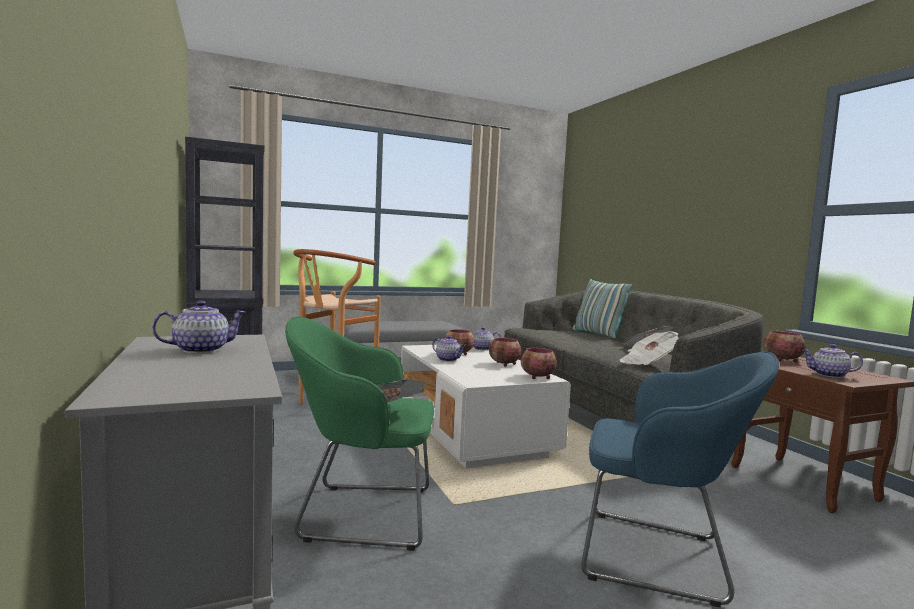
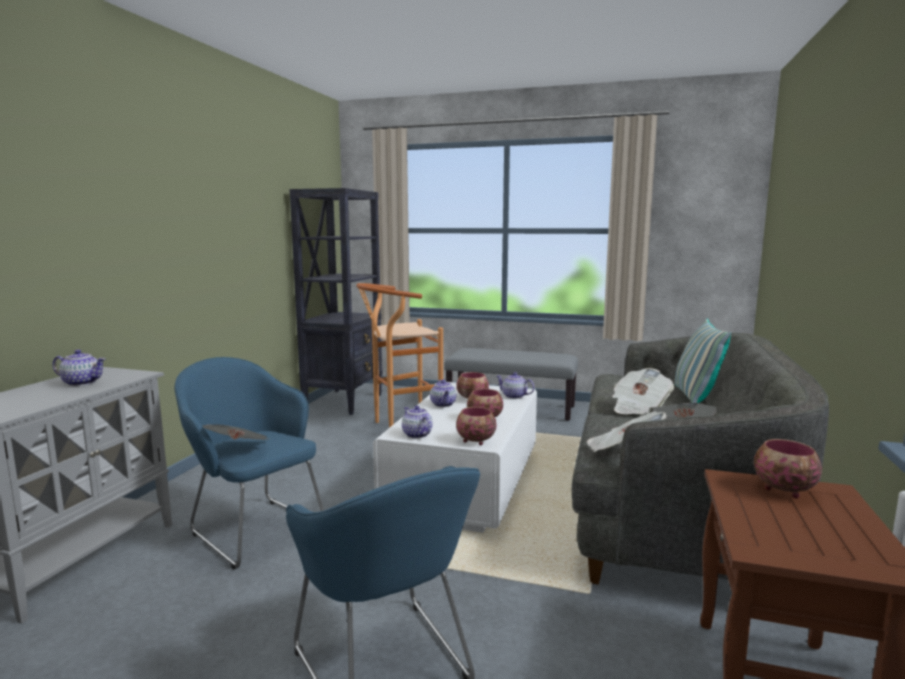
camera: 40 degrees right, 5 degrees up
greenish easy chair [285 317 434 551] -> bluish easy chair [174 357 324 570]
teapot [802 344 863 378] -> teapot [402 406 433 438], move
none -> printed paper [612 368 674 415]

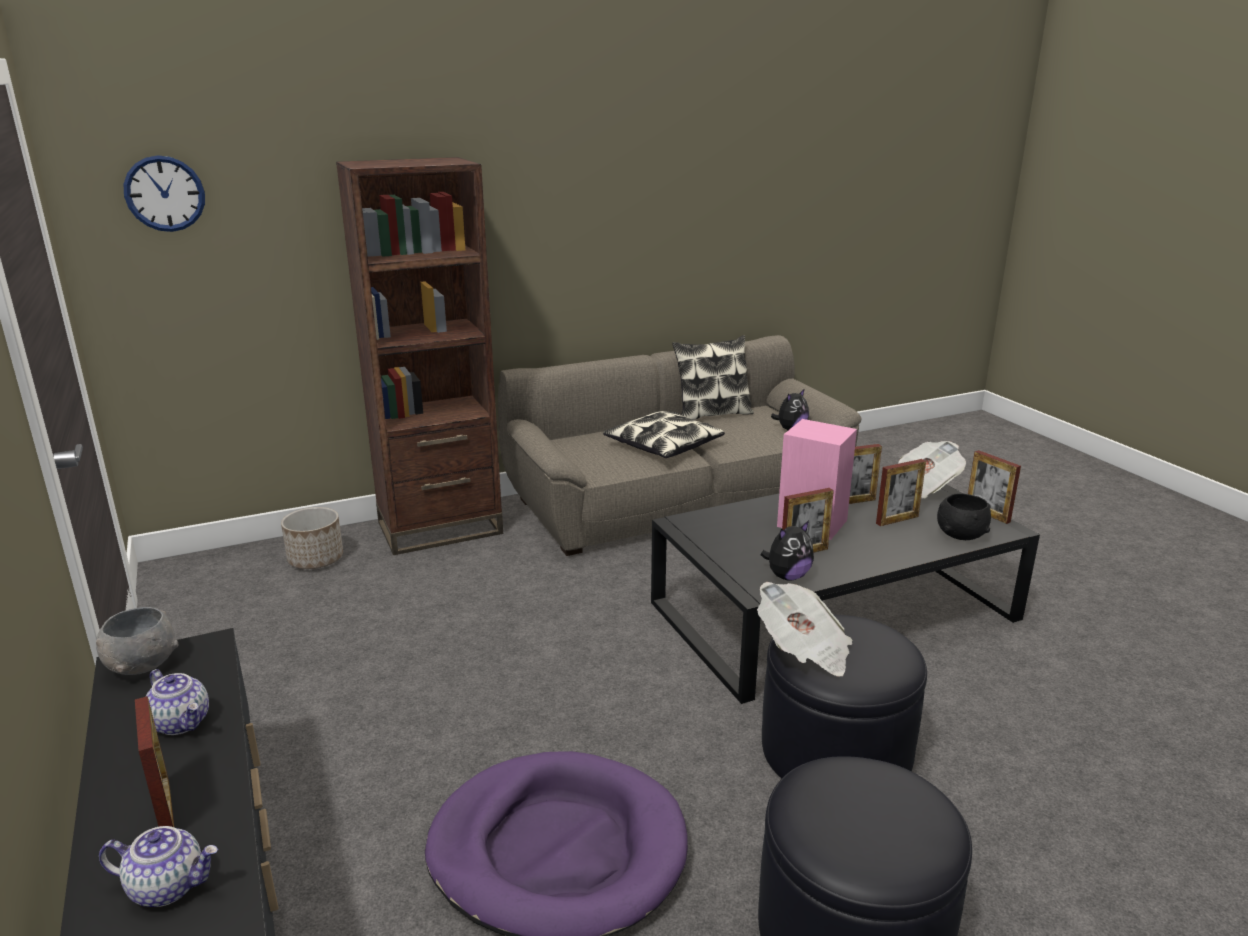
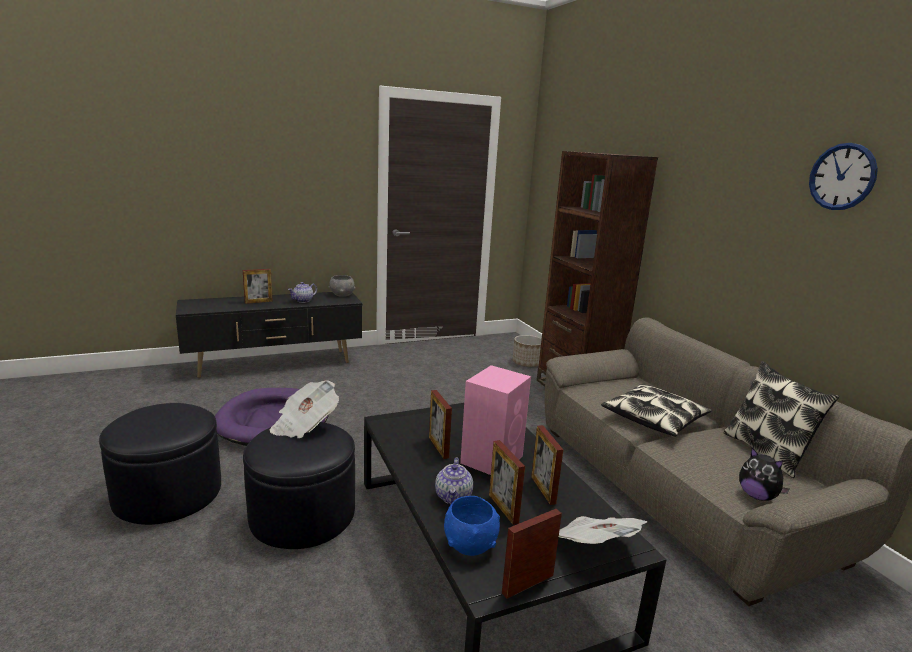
camera: 90 degrees right, 5 degrees down
clock on the wall [124 155 205 232] -> clock on the wall [809 143 878 210], move
black-coloured serving bowl [937 493 991 540] -> bluish serving bowl [444 496 500 556]
plush toy [761 521 814 581] -> none
teapot [99 826 218 907] -> teapot [435 458 473 505], move

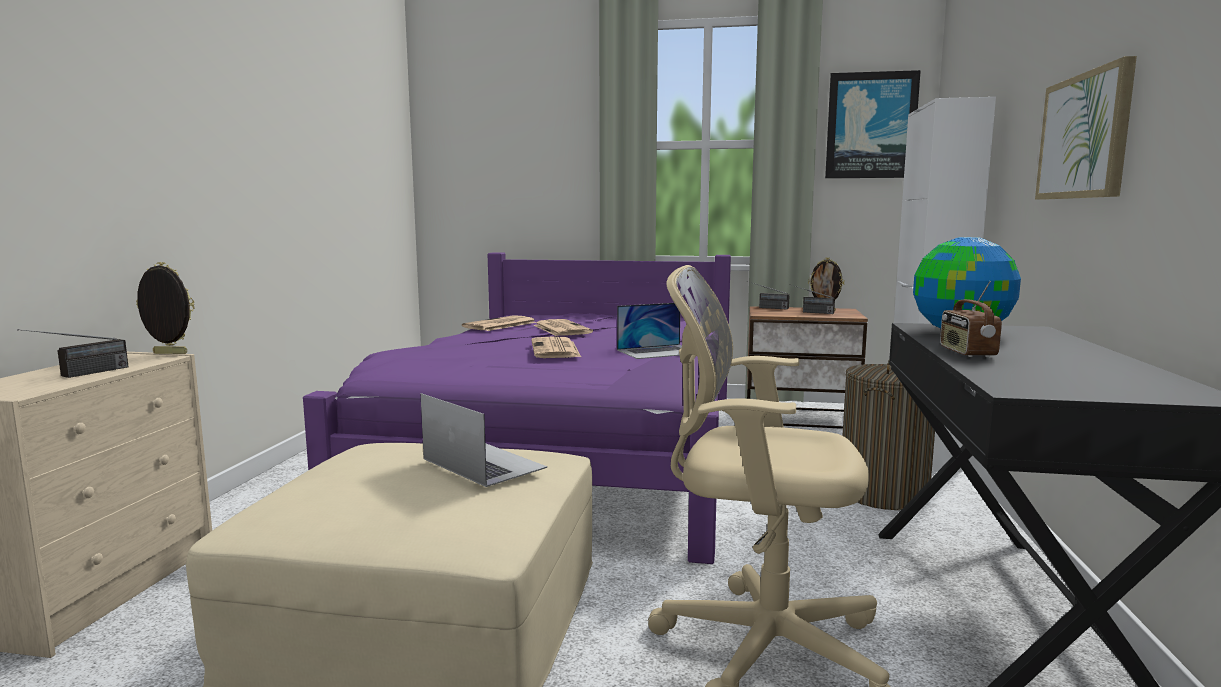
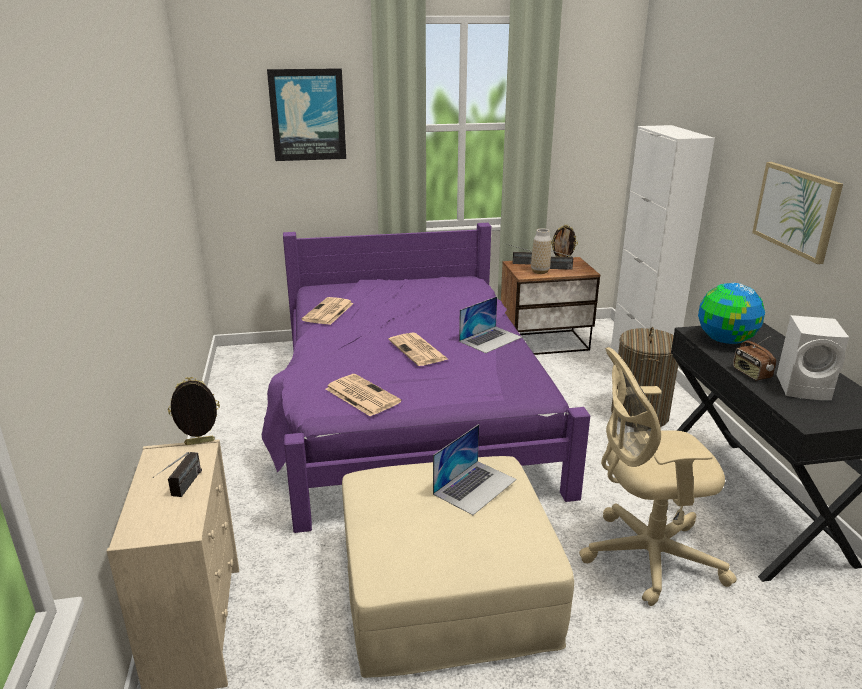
camera: 20 degrees left, 15 degrees up
wall picture [825 70 921 178] -> wall picture [267 68 346 161], move
printed paper [534 319 593 336] -> printed paper [326 374 401 417], move
laptop [420 393 547 487] -> laptop [433 424 517 515], 105 degrees clockwise
none -> flower vase [531 228 551 274]
none -> white speaker [777 315 849 400]

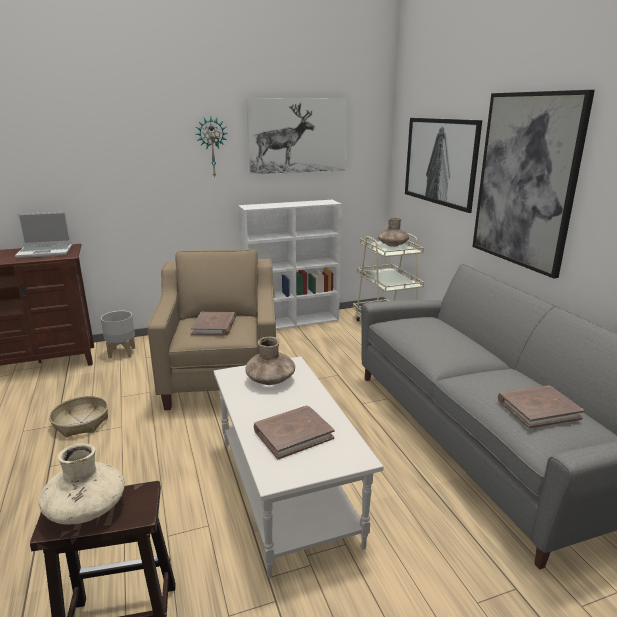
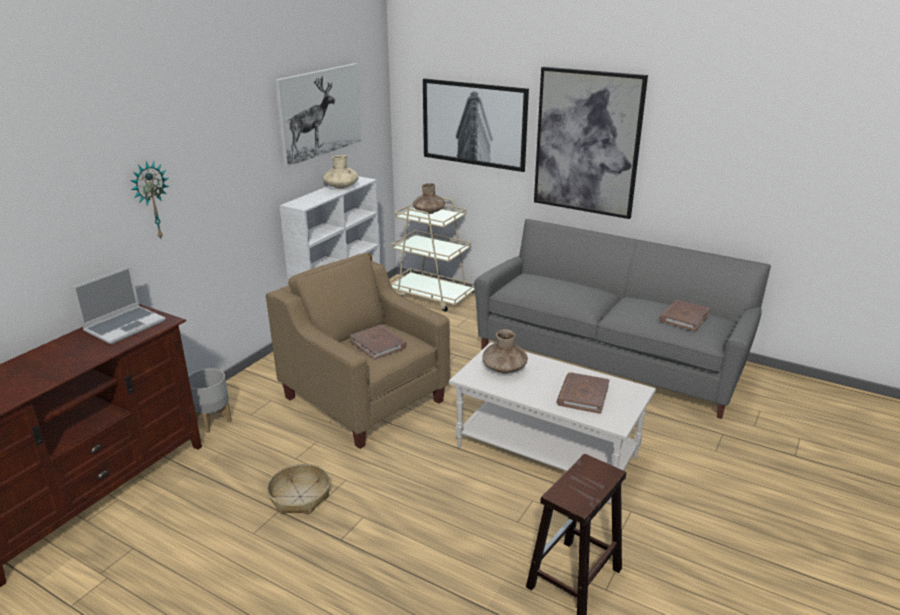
camera: 40 degrees left, 5 degrees up
clock on the wall [196 117 228 177] -> clock on the wall [130 161 169 238], move
beige-coloured flower vase [39 444 125 525] -> beige-coloured flower vase [323 155 359 189], move

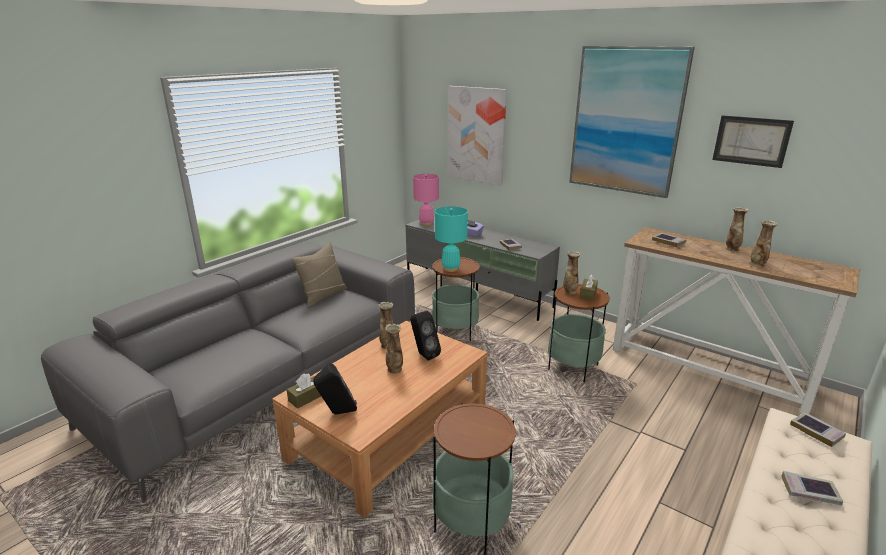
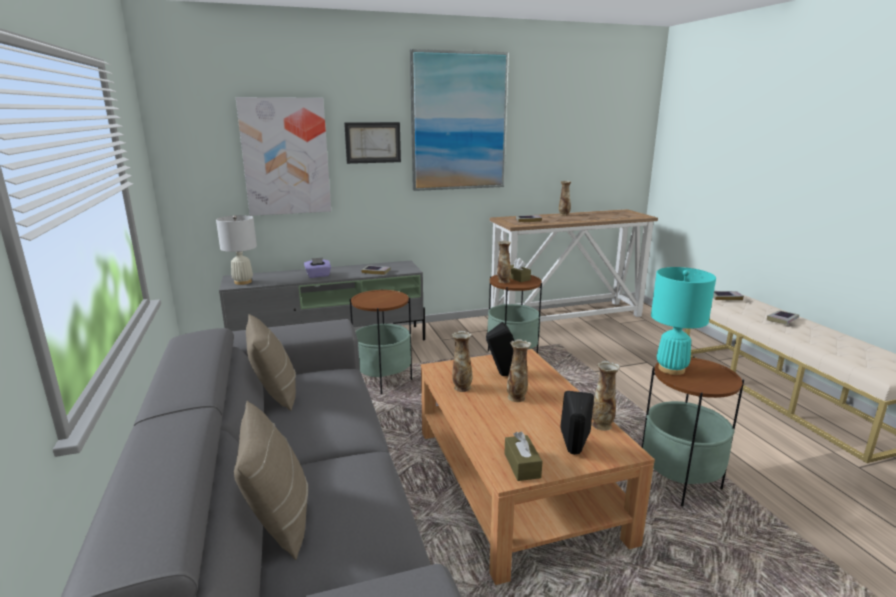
camera: 55 degrees left, 5 degrees down
wall picture [712 115 794 168] -> wall picture [344 122 401 164], move
pink table lamp [413 174 439 226] -> white table lamp [216 215 257 285]
blue-green table lamp [435 206 468 272] -> blue-green table lamp [651 267 716 375], move
flower vase [750 220 778 268] -> flower vase [592 361 620 431], move
none -> beige-coloured pillow [234 401 308 560]

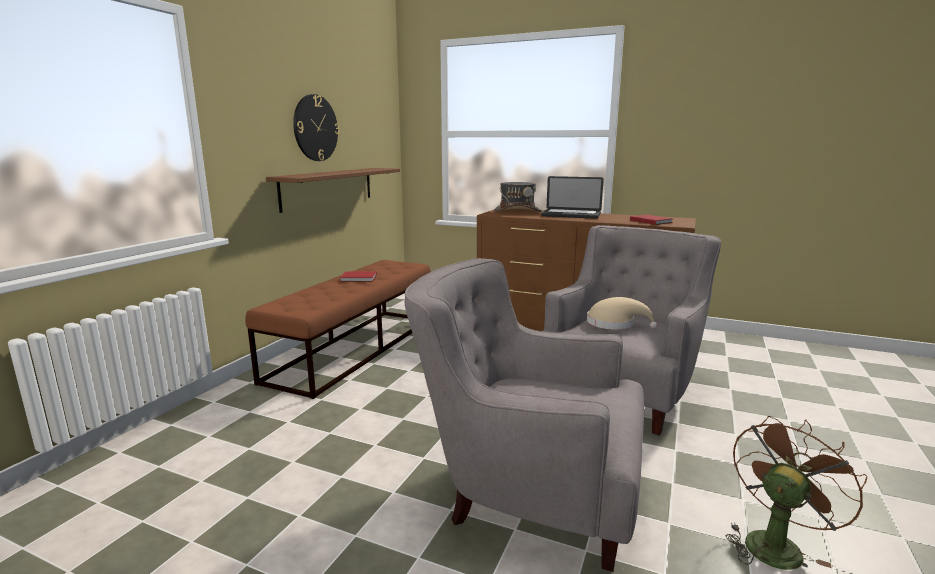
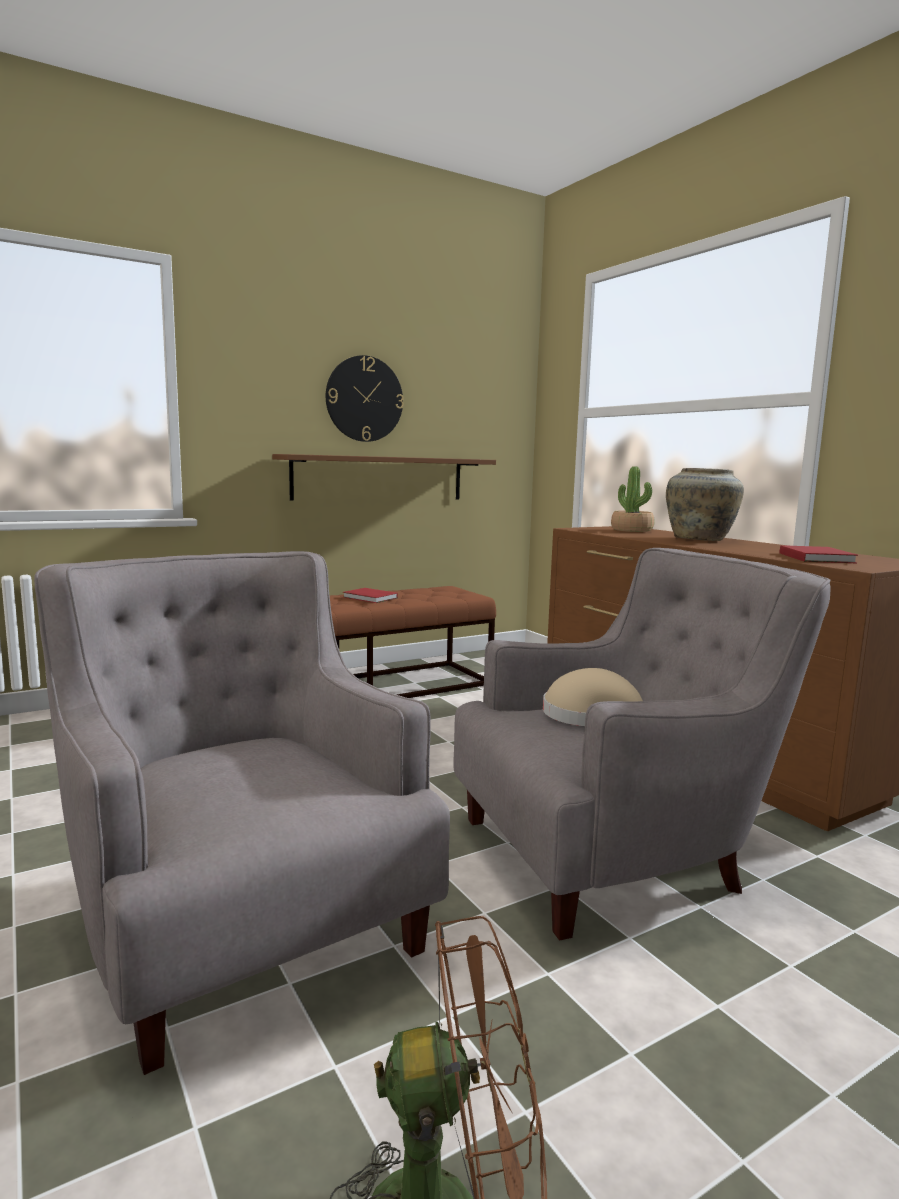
camera: 35 degrees right, 5 degrees down
laptop [541 176 604 219] -> beige-coloured flower vase [666 468 744 541]
gray wearable hat [493 182 541 212] -> plant in a pot [611 466 655 532]

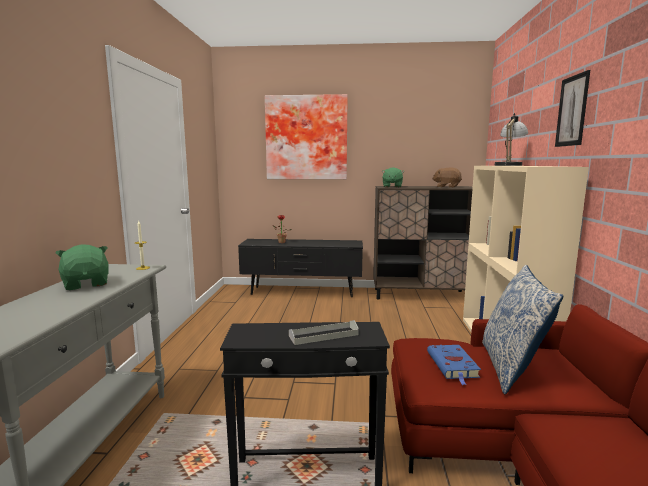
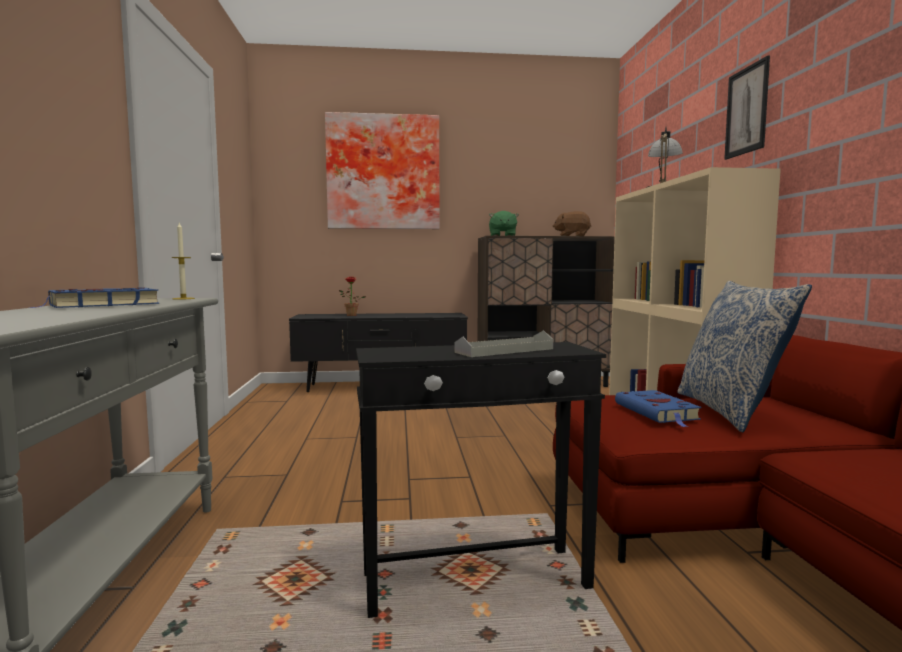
camera: 10 degrees left, 5 degrees down
greenish plush toy [55 244 109 290] -> bluish book [30 288 159 308]

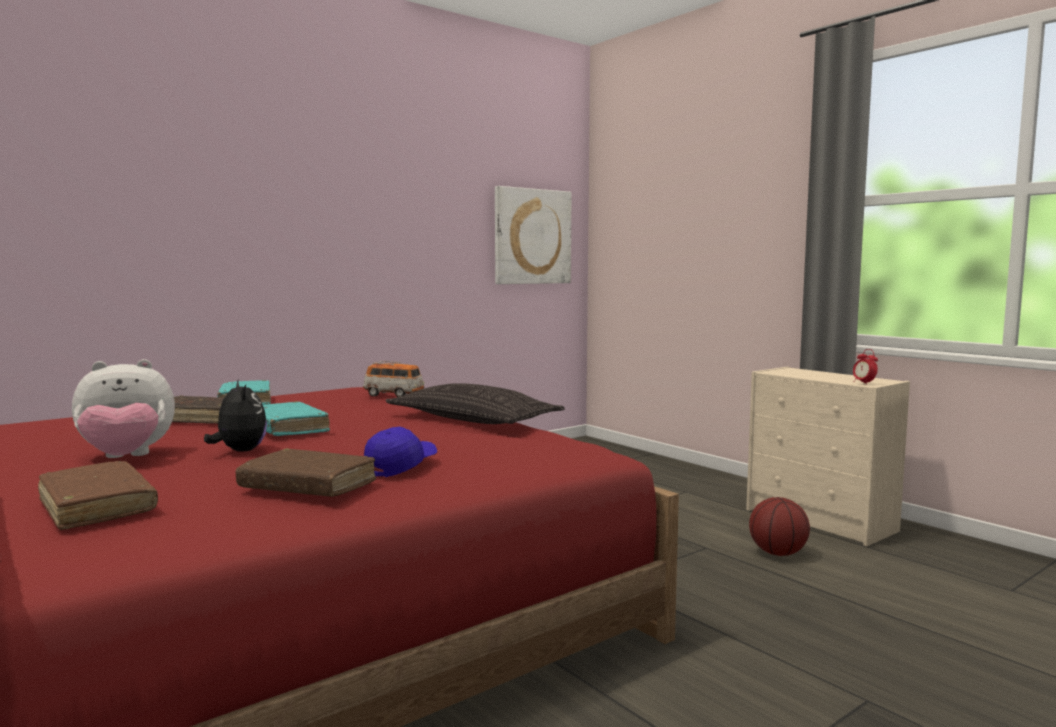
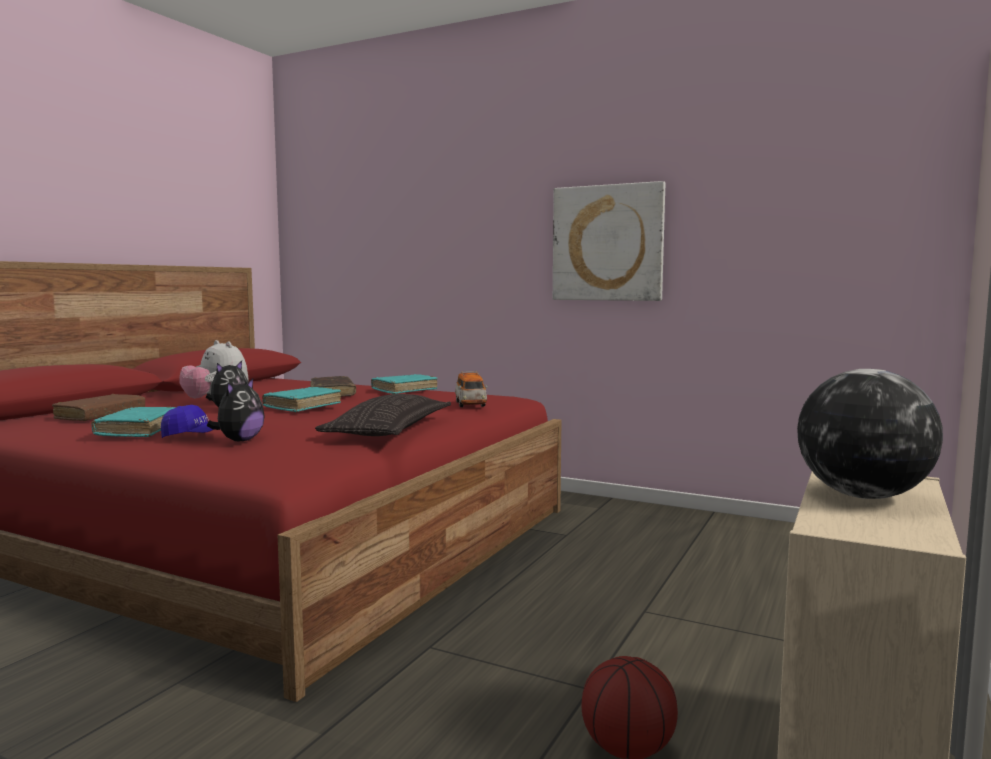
camera: 65 degrees right, 0 degrees up
wall picture [495 186 571 284] -> wall picture [553 181 665 301], move
alarm clock [853 349 878 384] -> none
brownish book [236 448 376 497] -> blue-green book [91 407 176 437]
none -> desk globe [797 369 943 499]
none -> plush toy [207 378 265 441]

